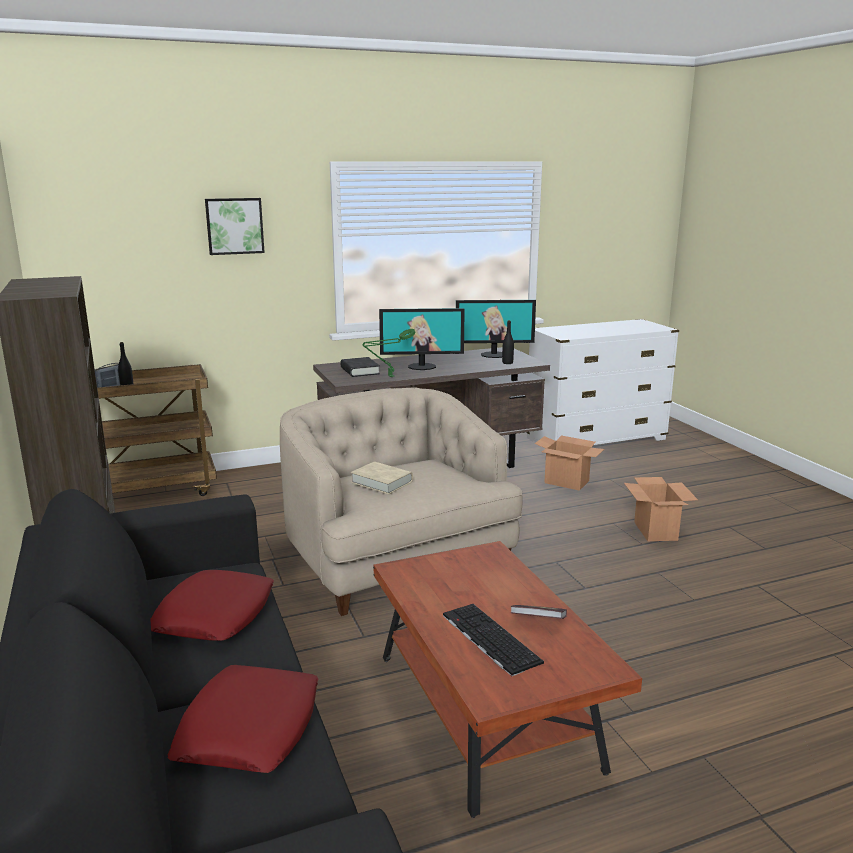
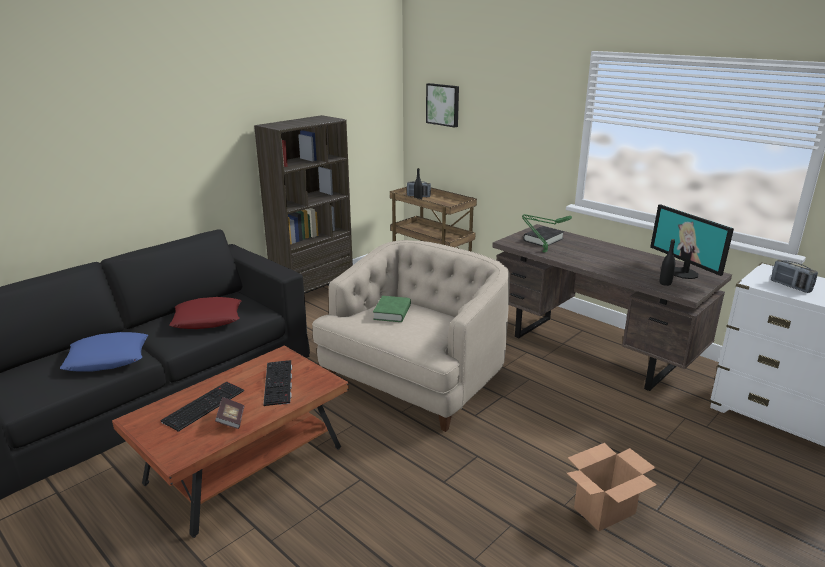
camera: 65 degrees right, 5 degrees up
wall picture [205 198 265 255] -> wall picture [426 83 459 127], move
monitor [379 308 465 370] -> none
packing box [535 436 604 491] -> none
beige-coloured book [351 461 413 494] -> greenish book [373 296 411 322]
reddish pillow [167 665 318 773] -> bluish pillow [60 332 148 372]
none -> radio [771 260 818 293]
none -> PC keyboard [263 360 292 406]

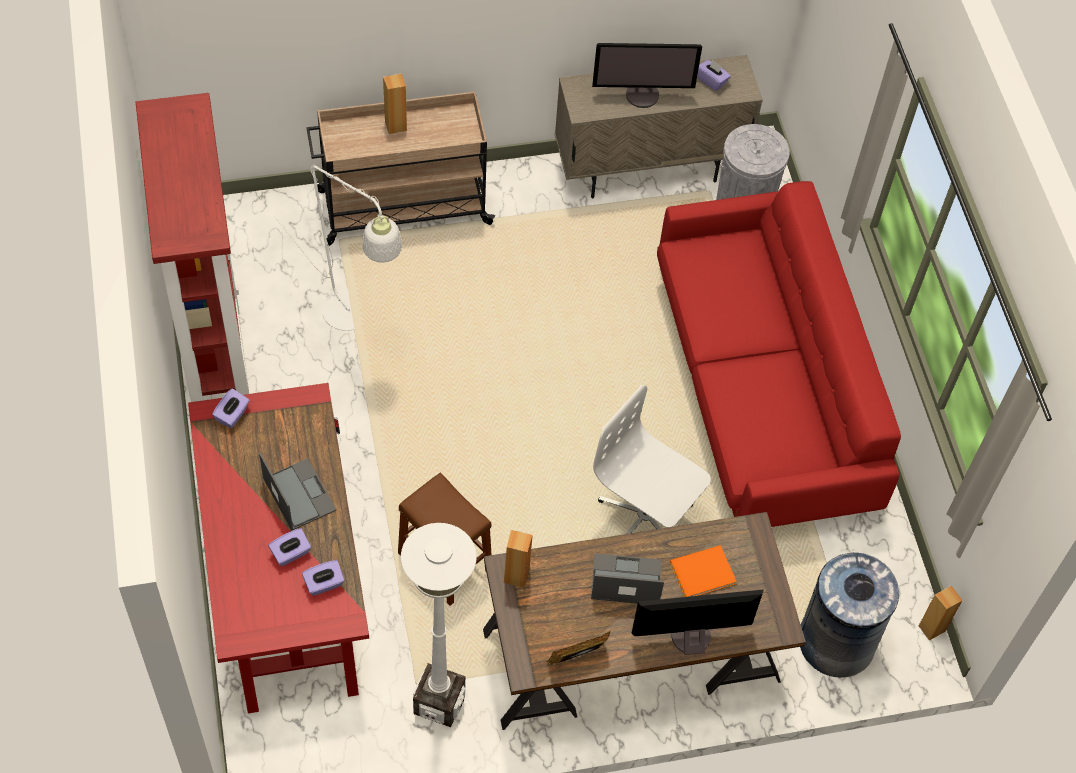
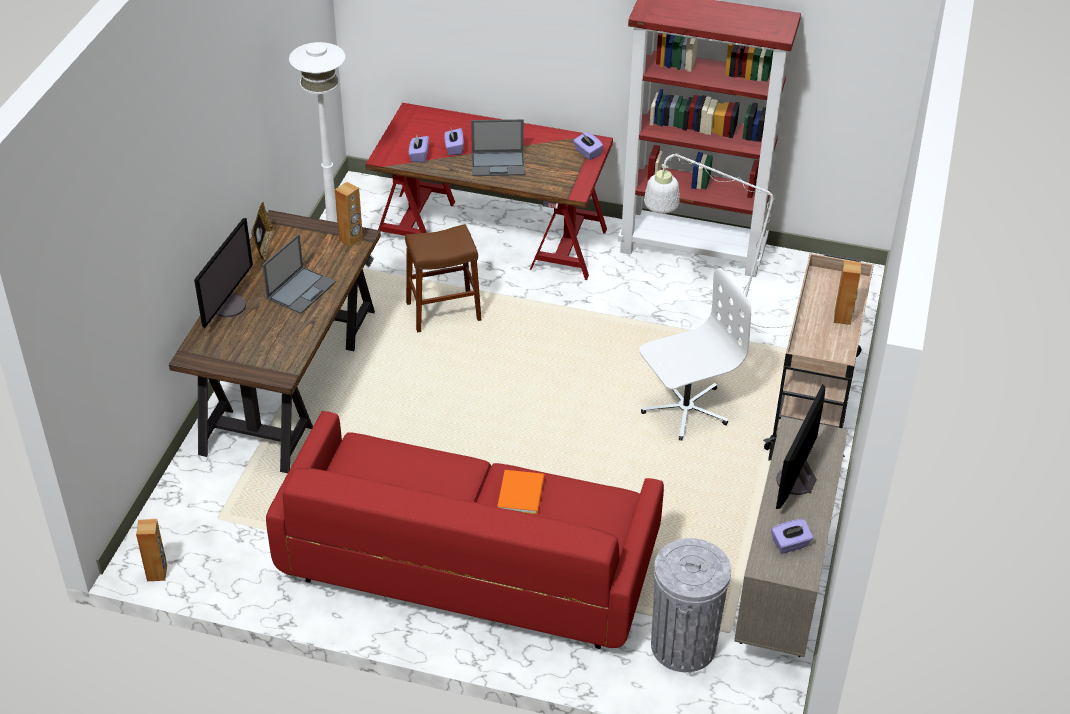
camera: 120 degrees right, 15 degrees down
white computer chair [593 385 711 534] -> white computer chair [639 268 751 441], move
orange book [670 545 737 597] -> orange book [497 470 544 514], move
gray trash can [800 550 899 677] -> none

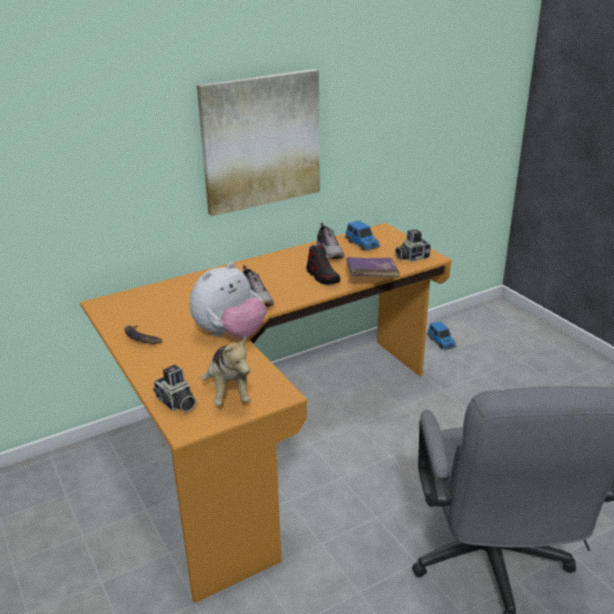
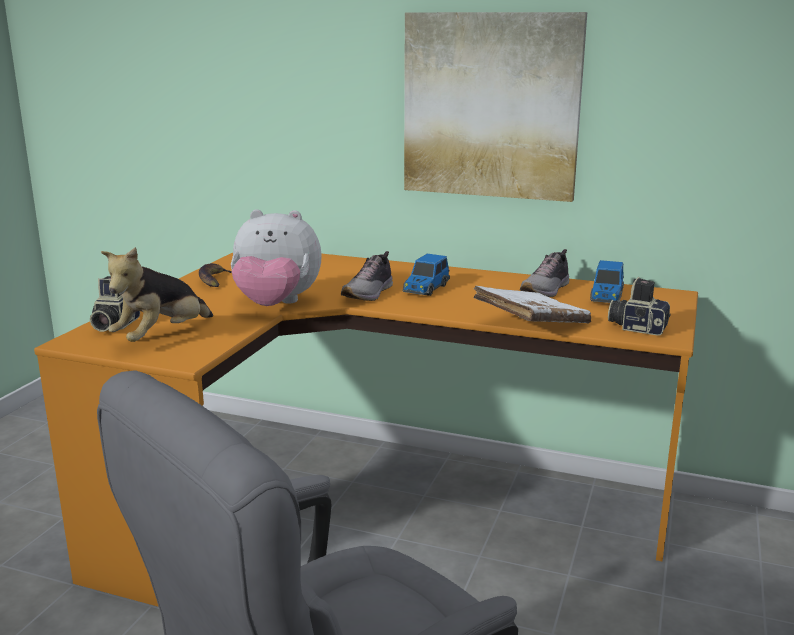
camera: 50 degrees right, 10 degrees down
low shoe [306 244 340 285] -> none
purple-coloured book [346 257 400 278] -> white book [473 286 591 324]
miniature car [427 321 456 350] -> miniature car [402 254 450 296], move

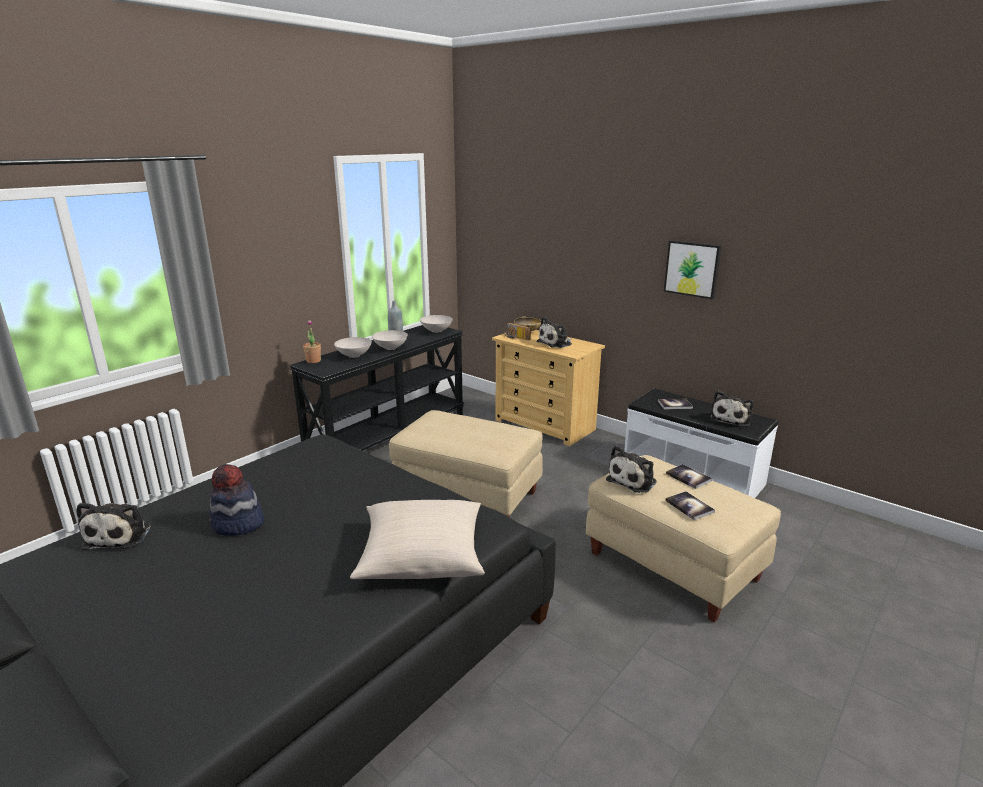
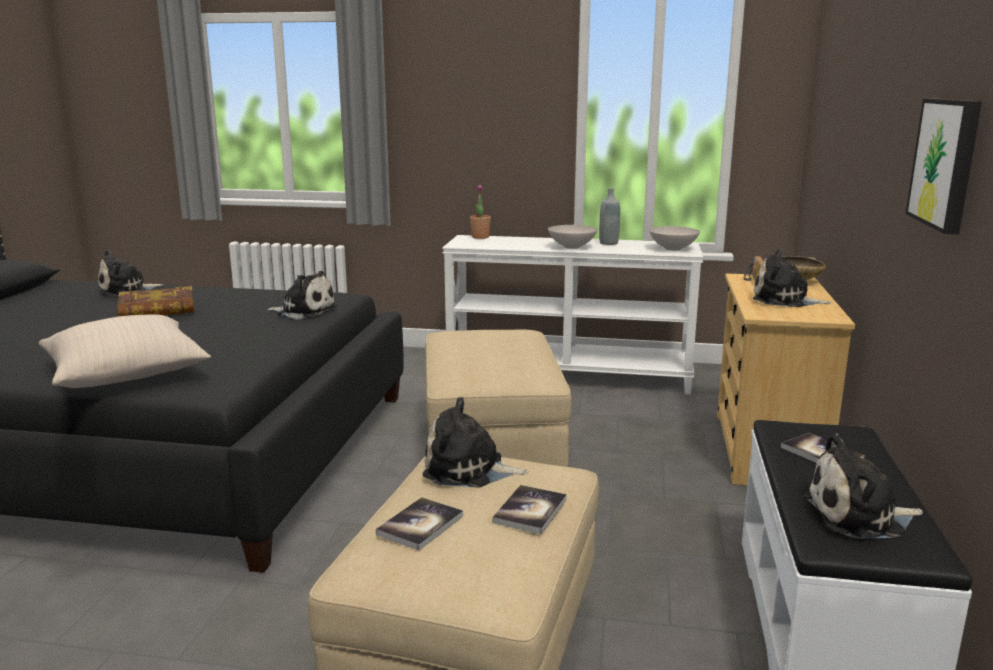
camera: 60 degrees right, 5 degrees down
black-coloured console table [289 325 464 451] -> white console table [442 235 703 395]
white serving bowl [334 337 372 358] -> none
wearable hat [210 464 264 536] -> book [117 286 194 316]
none -> plush toy [267 271 337 319]

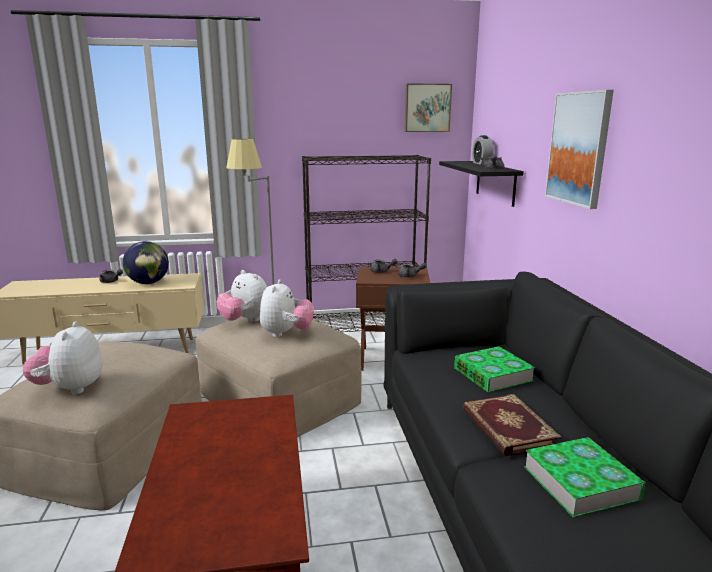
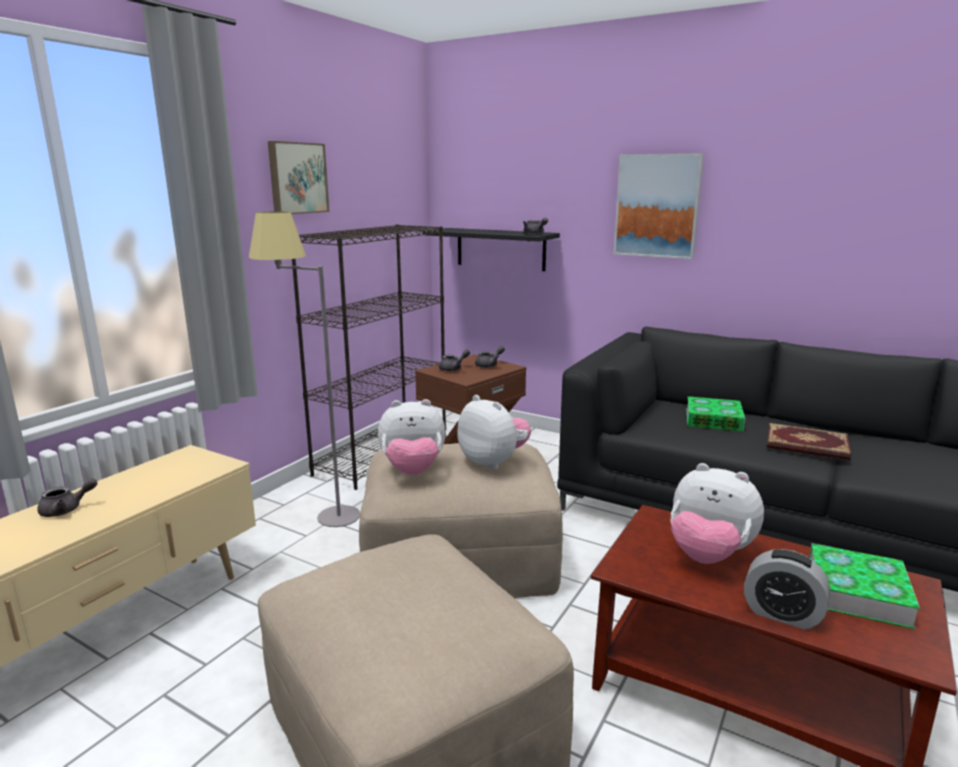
camera: 50 degrees left, 0 degrees up
wall picture [404 83 452 132] -> wall picture [268 141 329 214], move
alarm clock [472 135 493 165] -> alarm clock [744 549 830 630], move
desk globe [123 241 169 284] -> none
plush toy [22 321 102 394] -> plush toy [671 463 764 564], move
book [524 437 646 518] -> book [809 543 920 629], move

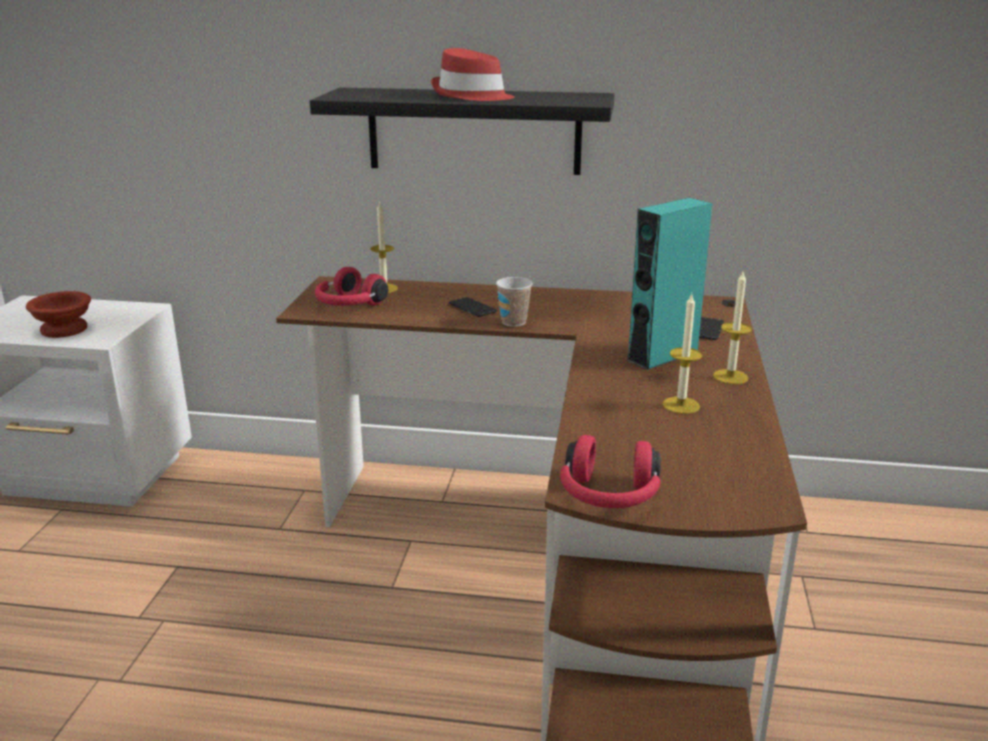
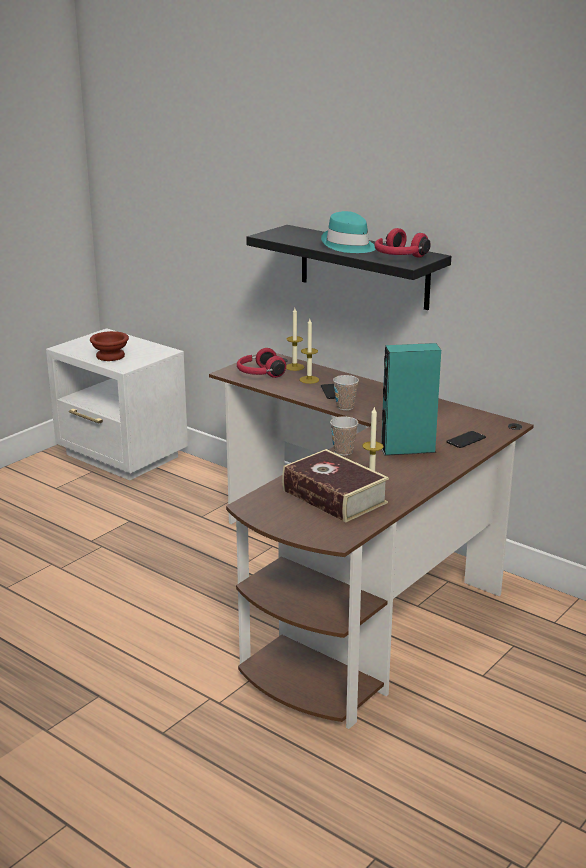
camera: 30 degrees right, 0 degrees up
reddish wearable hat [431 48 514 101] -> blue-green wearable hat [321 211 376 253]
candle [713 272 752 384] -> candle [299 319 319 384], move
reddish headphones [560 435 661 508] -> reddish headphones [374 228 431 258], move
none -> cup [330 416 358 456]
none -> book [282 449 389 523]

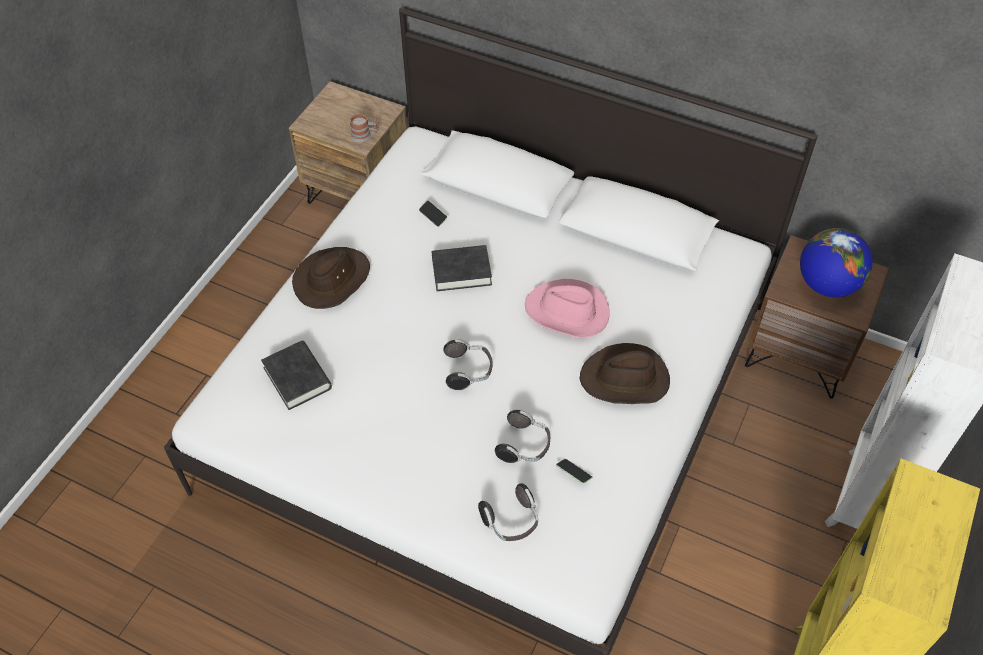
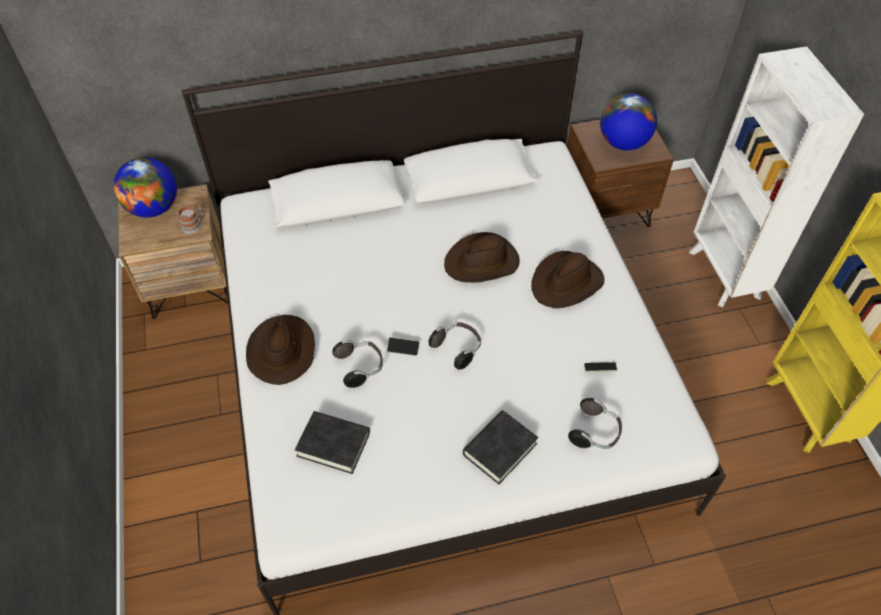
camera: 40 degrees left, 0 degrees up
phone [419 200 448 227] -> phone [387 337 419 356], move
black-coloured book [432 245 492 291] -> black-coloured book [463 410 538 484], move
pink wearable hat [525 279 610 338] -> brownish wearable hat [444 232 520 283]
headphones [495 410 550 463] -> headphones [332 340 383 388], move
none -> desk globe [114 157 177 218]

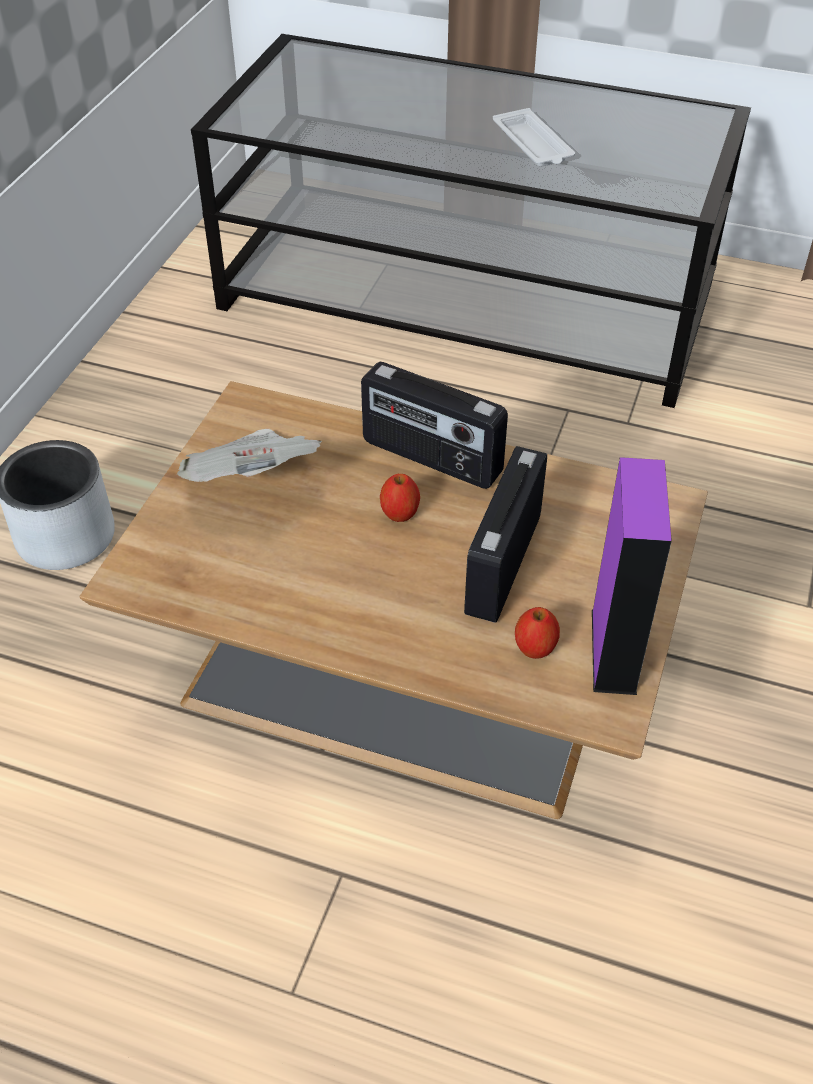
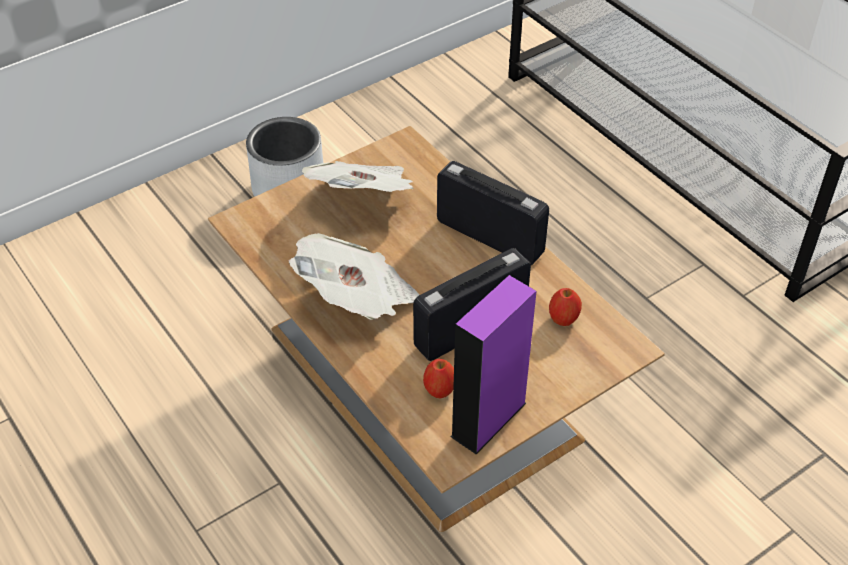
camera: 35 degrees right, 0 degrees up
white tray [493 108 575 167] -> none
radio [361 362 508 489] -> radio [437 161 549 265], 150 degrees clockwise
apple [380 474 420 522] -> apple [549 288 582 326], move
none -> printed paper [289 233 420 320]

